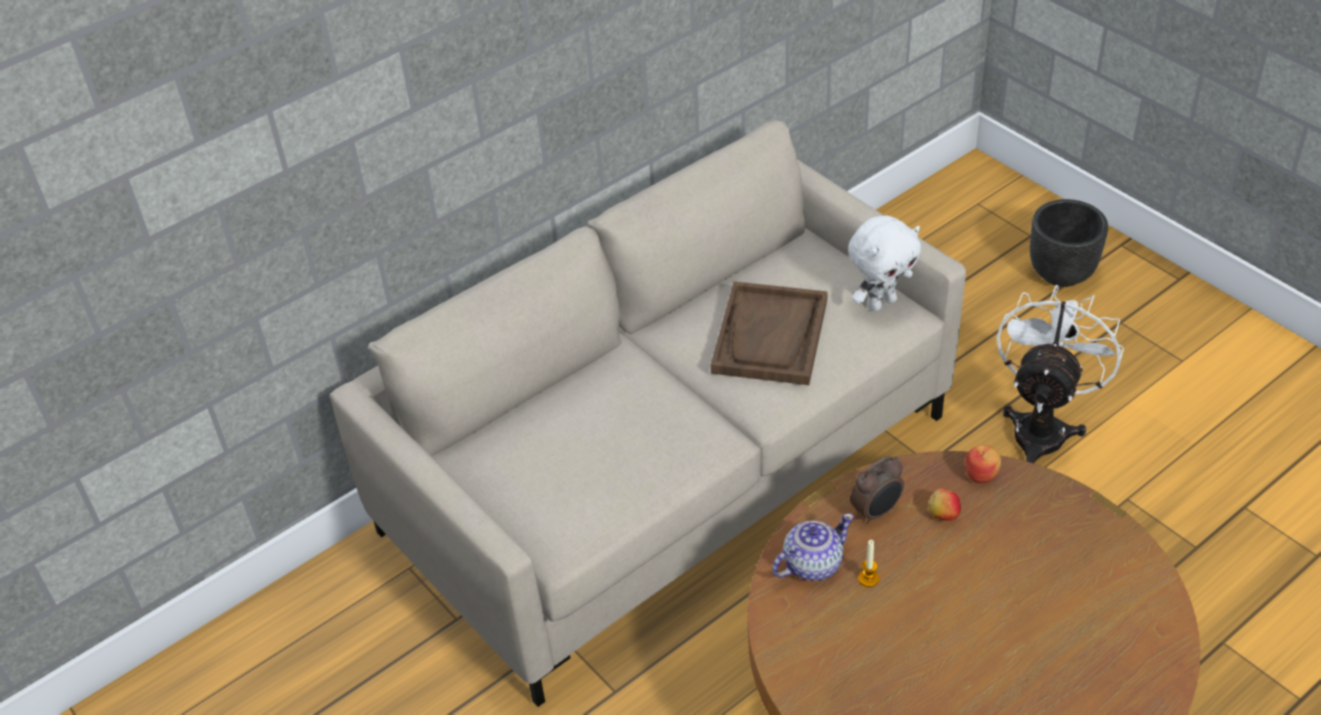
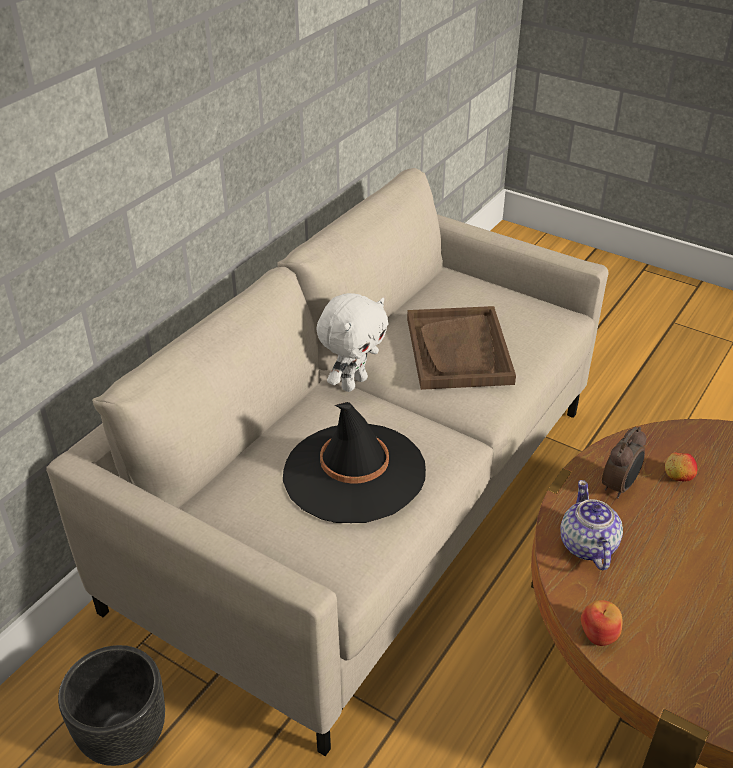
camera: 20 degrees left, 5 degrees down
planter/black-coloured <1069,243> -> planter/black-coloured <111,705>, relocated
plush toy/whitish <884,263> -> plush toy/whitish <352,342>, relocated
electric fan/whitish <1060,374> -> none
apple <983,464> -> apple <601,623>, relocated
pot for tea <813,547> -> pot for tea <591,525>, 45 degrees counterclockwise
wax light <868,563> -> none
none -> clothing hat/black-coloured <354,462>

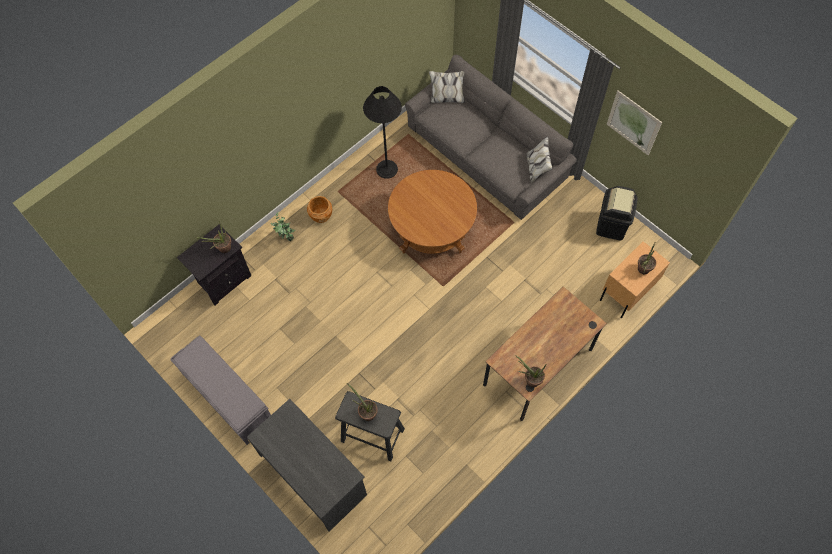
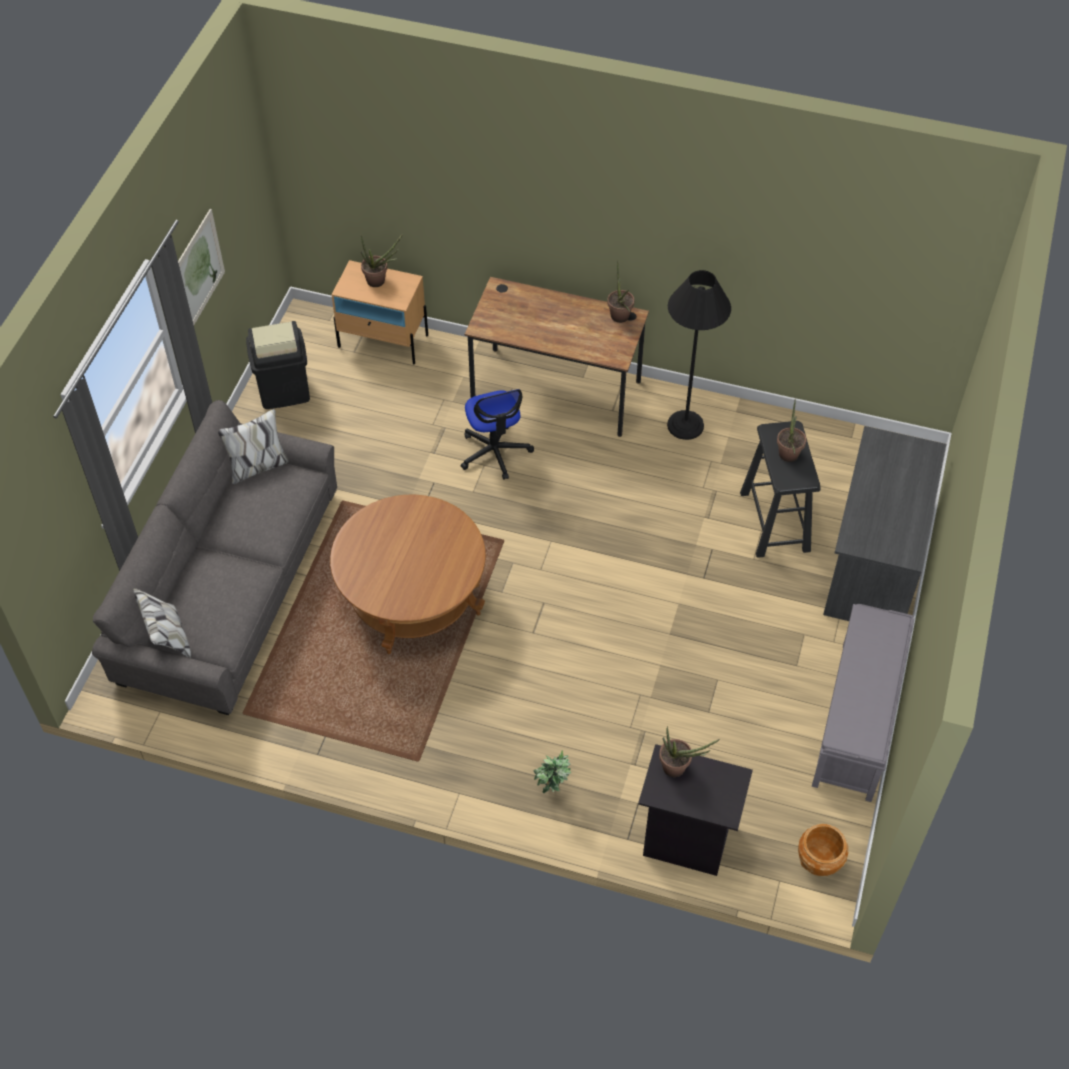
camera: 120 degrees left, 10 degrees down
standard lamp/black-coloured <382,132> -> standard lamp/black-coloured <699,355>, relocated
planter/brownish <320,209> -> planter/brownish <823,850>, relocated
none -> desk chair <497,434>

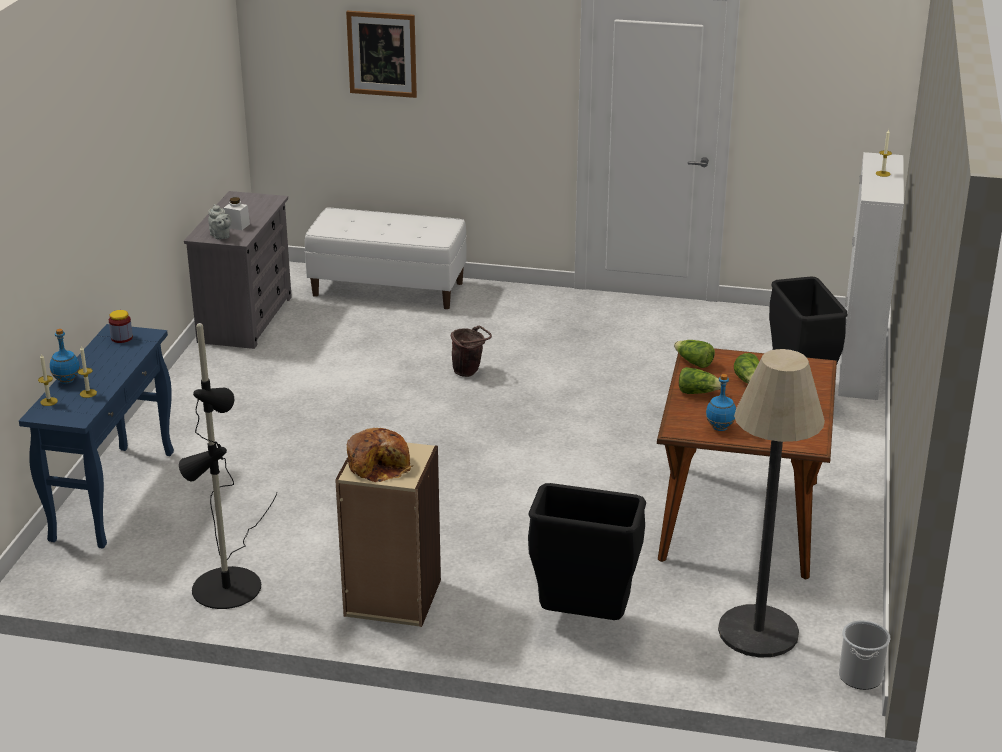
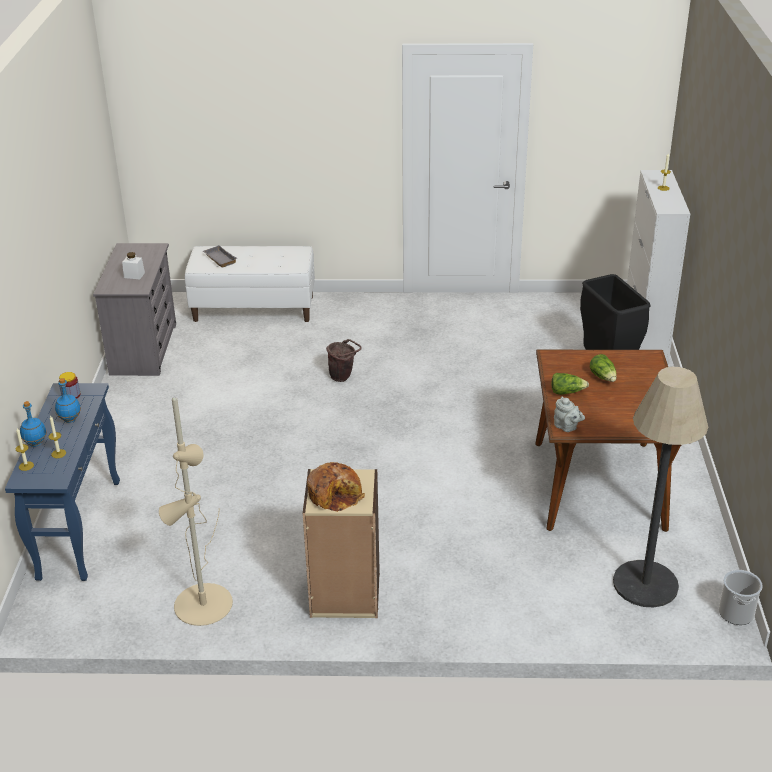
camera: 10 degrees left, 5 degrees up
picture <381,54> -> none
pot for tea/gray <220,221> -> pot for tea/gray <569,414>, relocated
standard lamp/black-coloured <228,466> -> standard lamp/sand-coloured <196,511>
lettuce head <694,354> -> none
bottle/blue-coloured <721,402> -> bottle/blue-coloured <68,400>, relocated
trash can/black-coloured <587,551> -> none
none -> serving tray/gray <220,256>

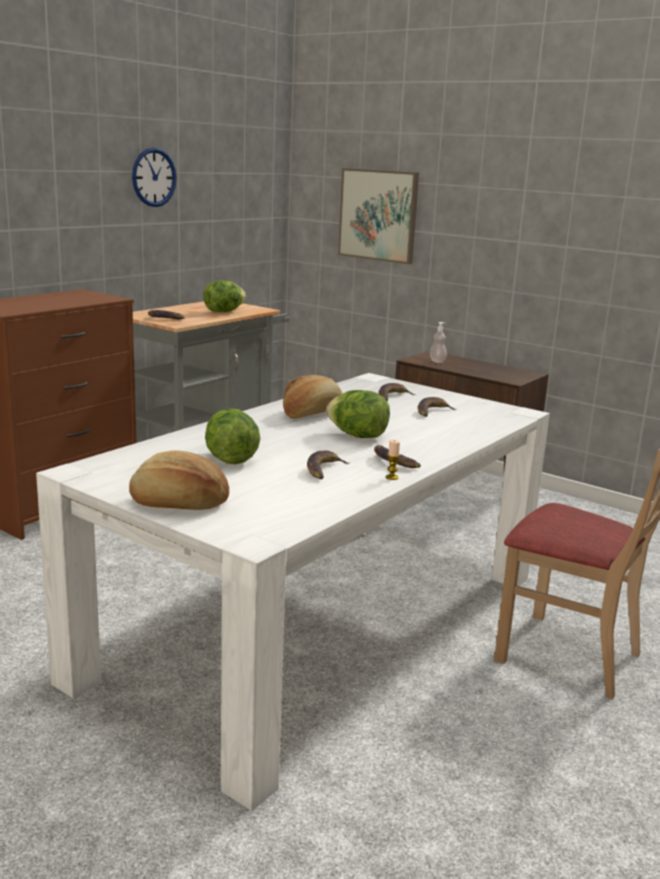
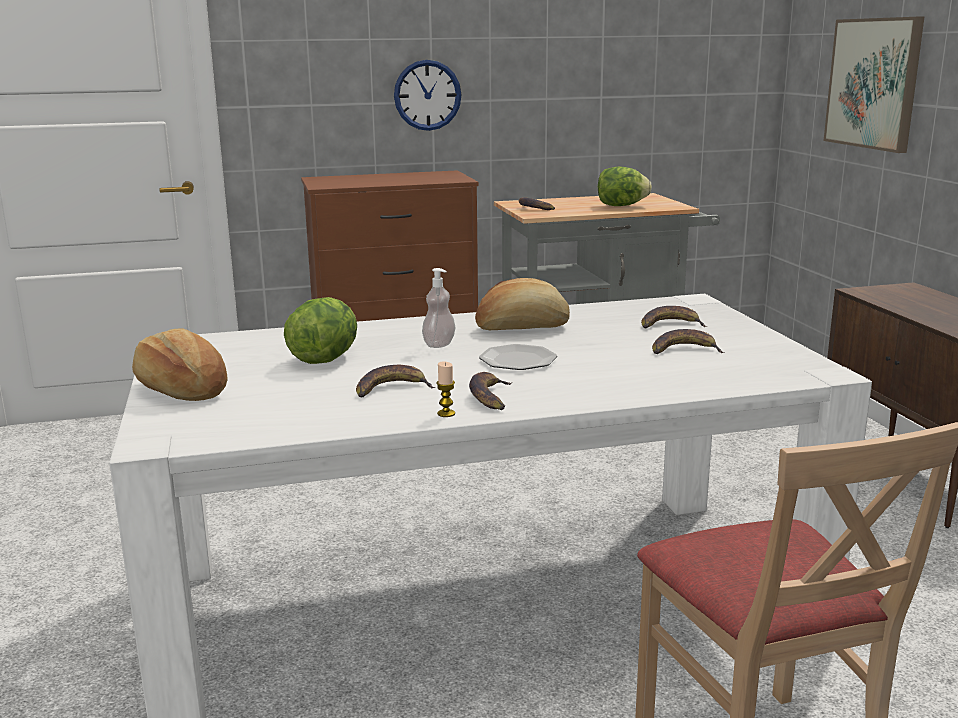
camera: 40 degrees right, 0 degrees up
clock on the wall <154,177> -> clock on the wall <428,95>, relocated
soap bottle <438,342> -> soap bottle <439,308>, relocated
lettuce head <358,414> -> flat dish <518,357>

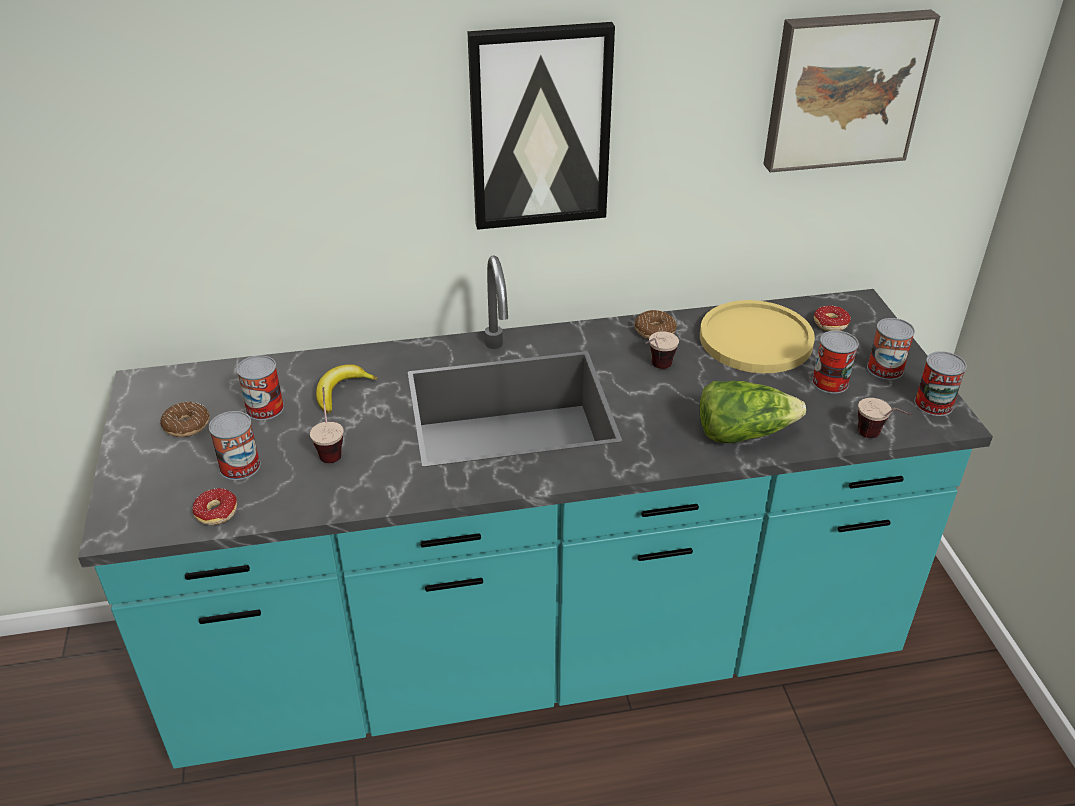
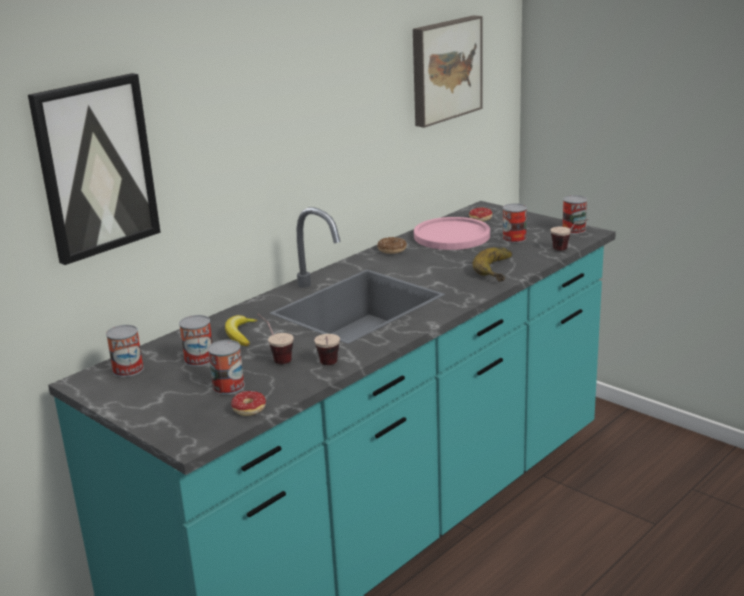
camera: 35 degrees left, 15 degrees down
picture <541,126> -> picture <94,169>, relocated
flat dish/yellowish <757,336> -> flat dish/pink <452,233>
sealed can <891,349> -> sealed can <125,351>, relocated
cup <662,350> -> cup <327,349>, relocated
lettuce head <752,412> -> banana <492,264>
doughnut <185,419> -> none

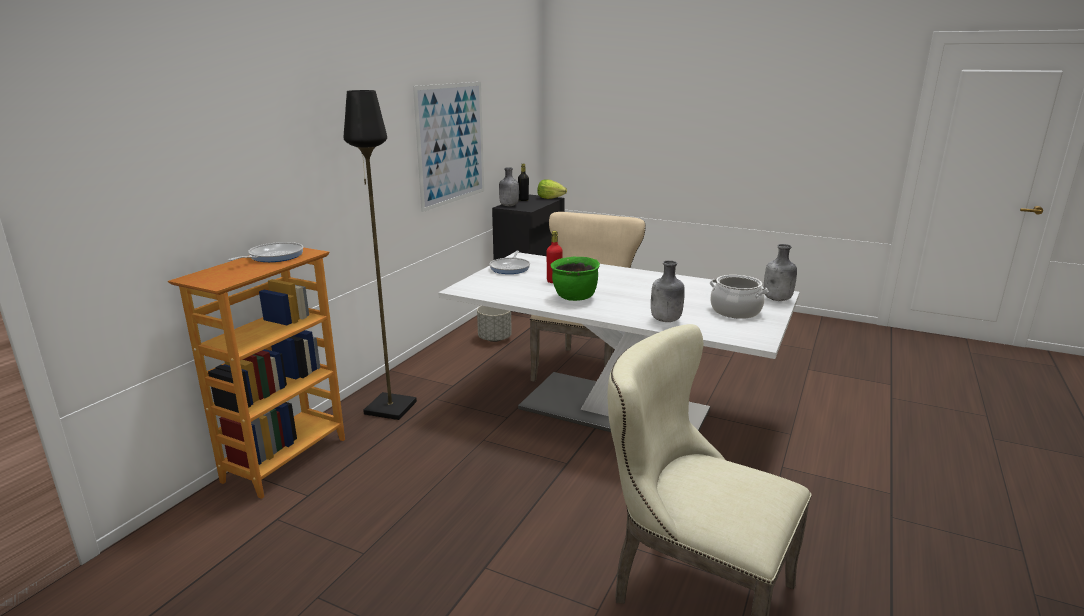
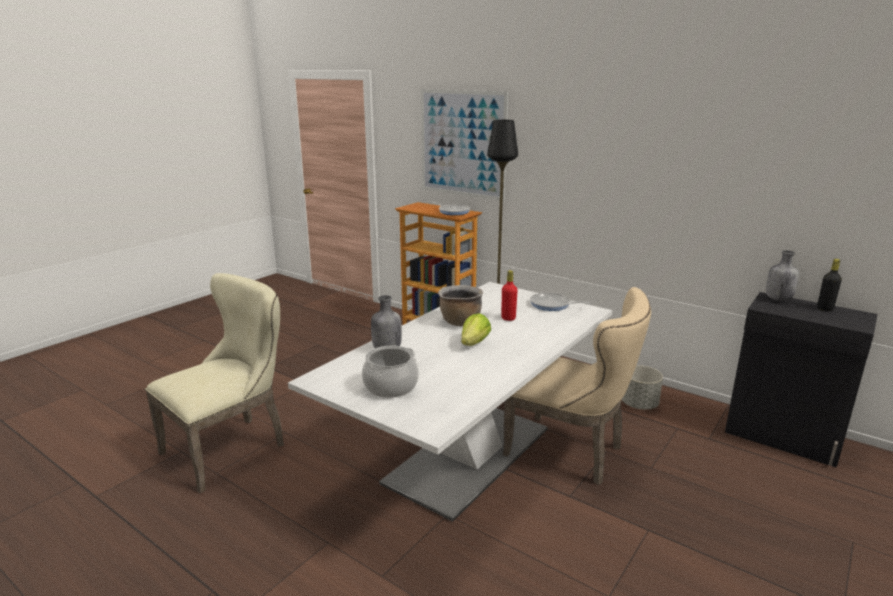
camera: 100 degrees right, 0 degrees up
picture <448,147> -> picture <464,145>, relocated
lettuce head <552,189> -> lettuce head <476,329>, relocated
bottle/gray <780,272> -> none
stockpot/green-coloured <575,279> -> stockpot/brownish <460,305>

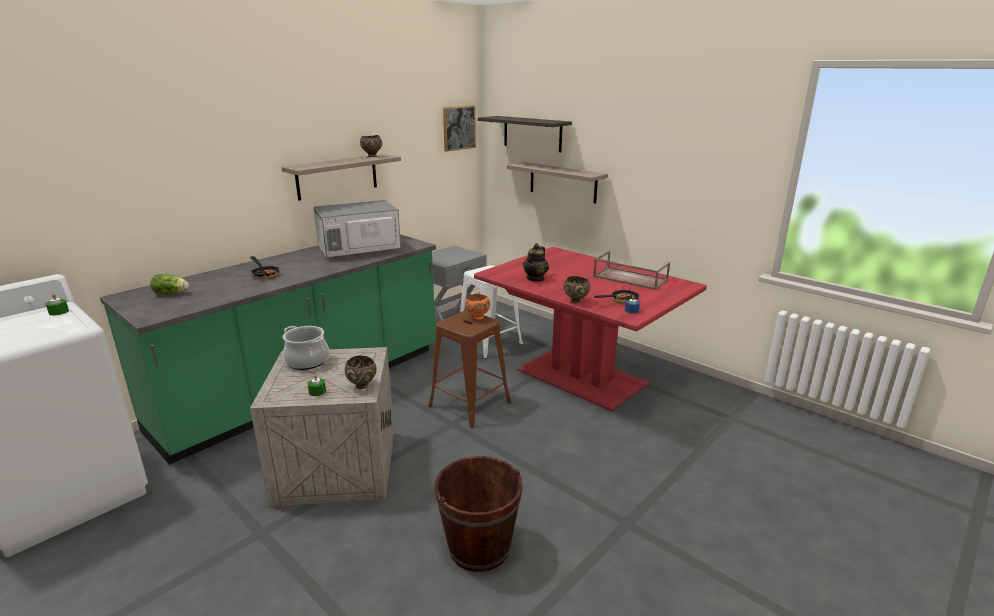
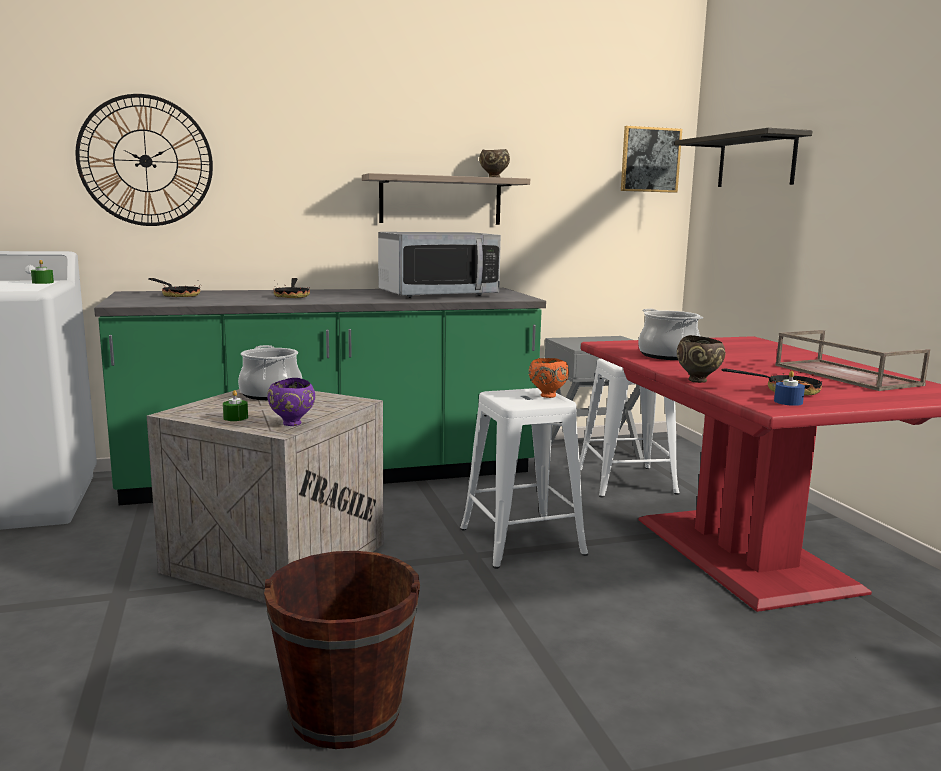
camera: 30 degrees right, 10 degrees down
shelf <557,183> -> none
kitchen microwave <357,229> -> kitchen microwave <439,265>, 150 degrees clockwise
pot for tea <536,262> -> stockpot <670,334>
lettuce head <169,284> -> pan <174,287>
stool/brownish <469,369> -> stool/whitish <524,478>
deep dish/brownish <361,372> -> deep dish/purplish <291,402>
none -> clock on the wall <144,160>

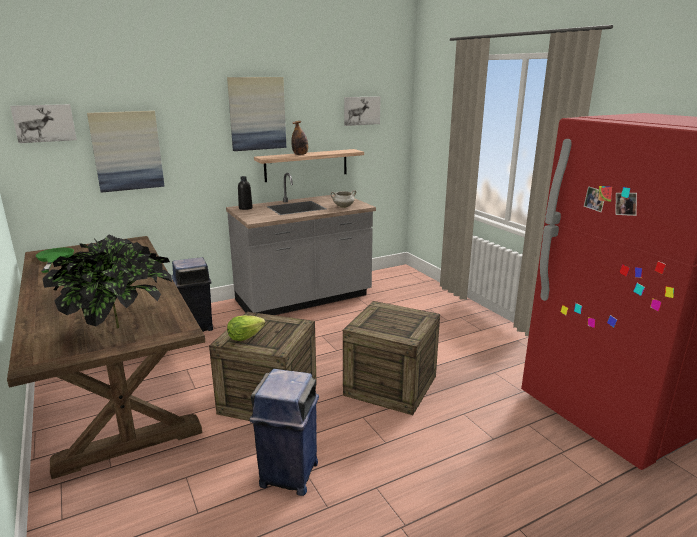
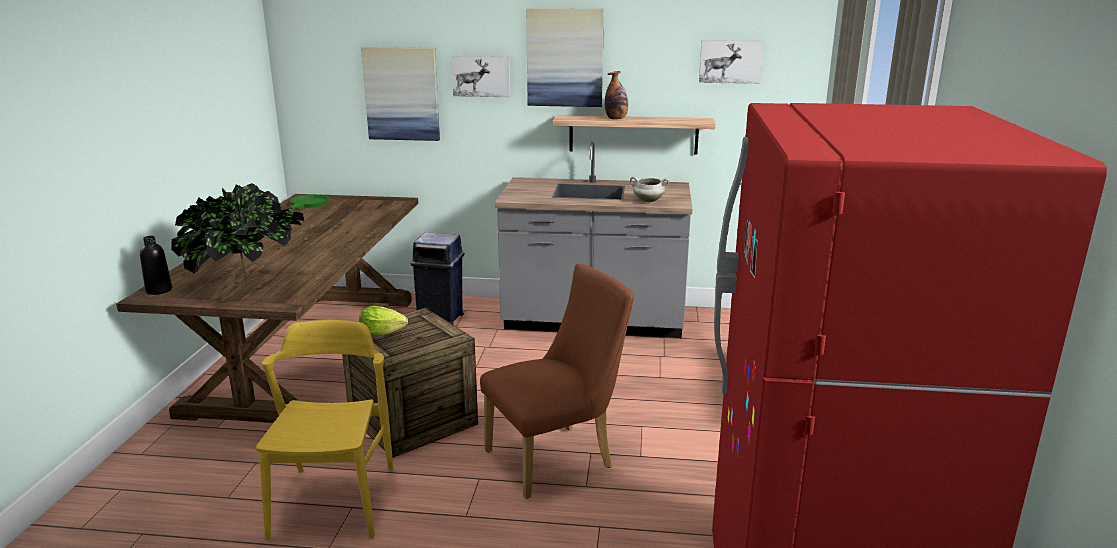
camera: 35 degrees right, 0 degrees up
picture <43,123> -> picture <481,76>, relocated
bottle/black-coloured <245,193> -> bottle/black-coloured <156,265>, relocated
shipping crate <391,358> -> chair/brownish <557,381>
trash can/blue-coloured <284,432> -> chair/yellowish <324,430>

